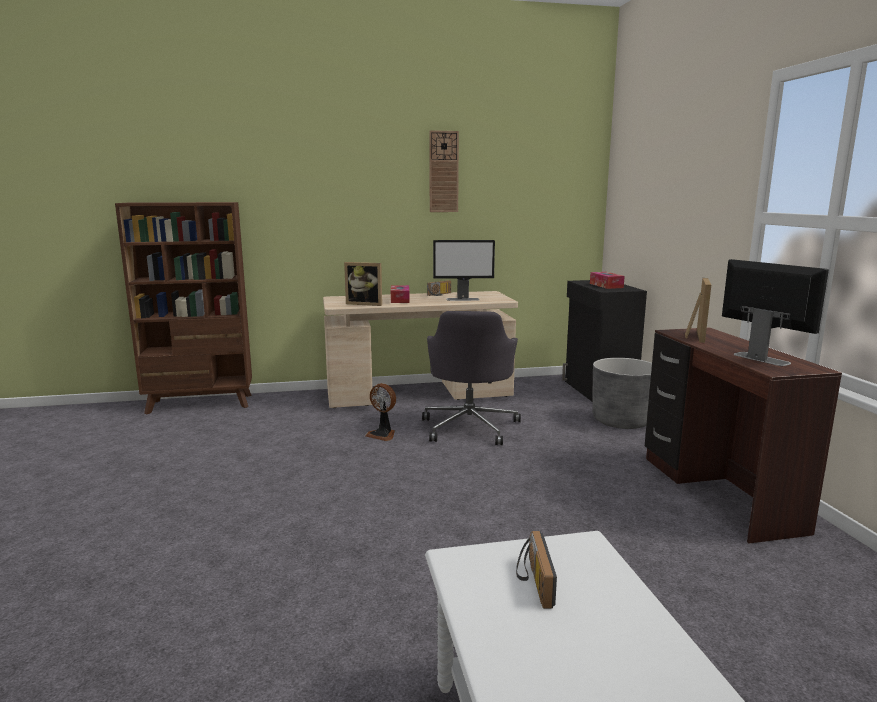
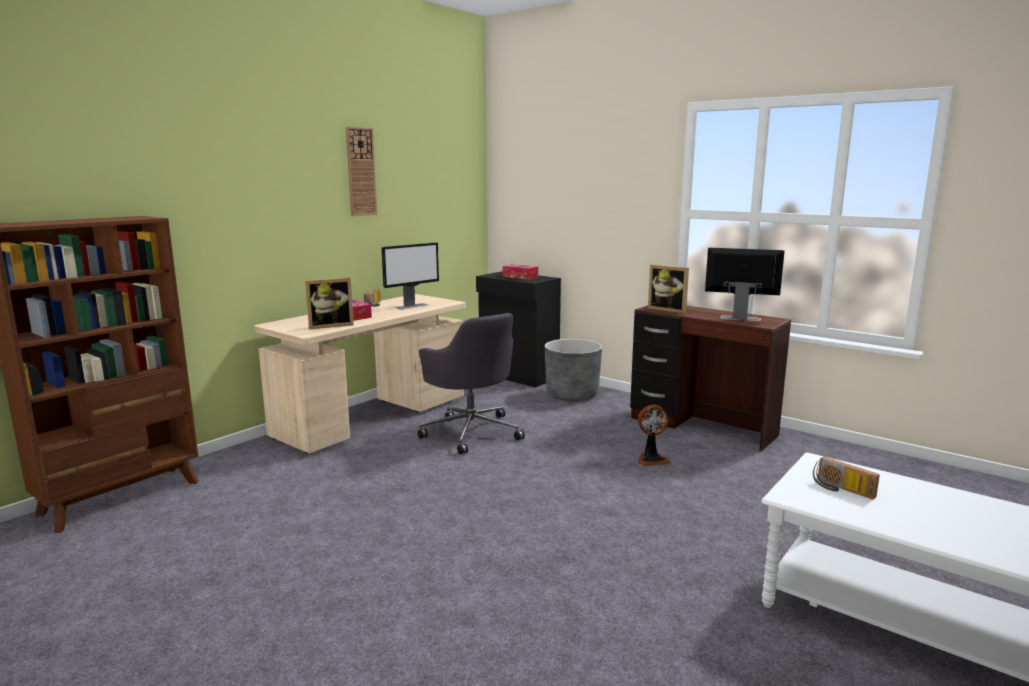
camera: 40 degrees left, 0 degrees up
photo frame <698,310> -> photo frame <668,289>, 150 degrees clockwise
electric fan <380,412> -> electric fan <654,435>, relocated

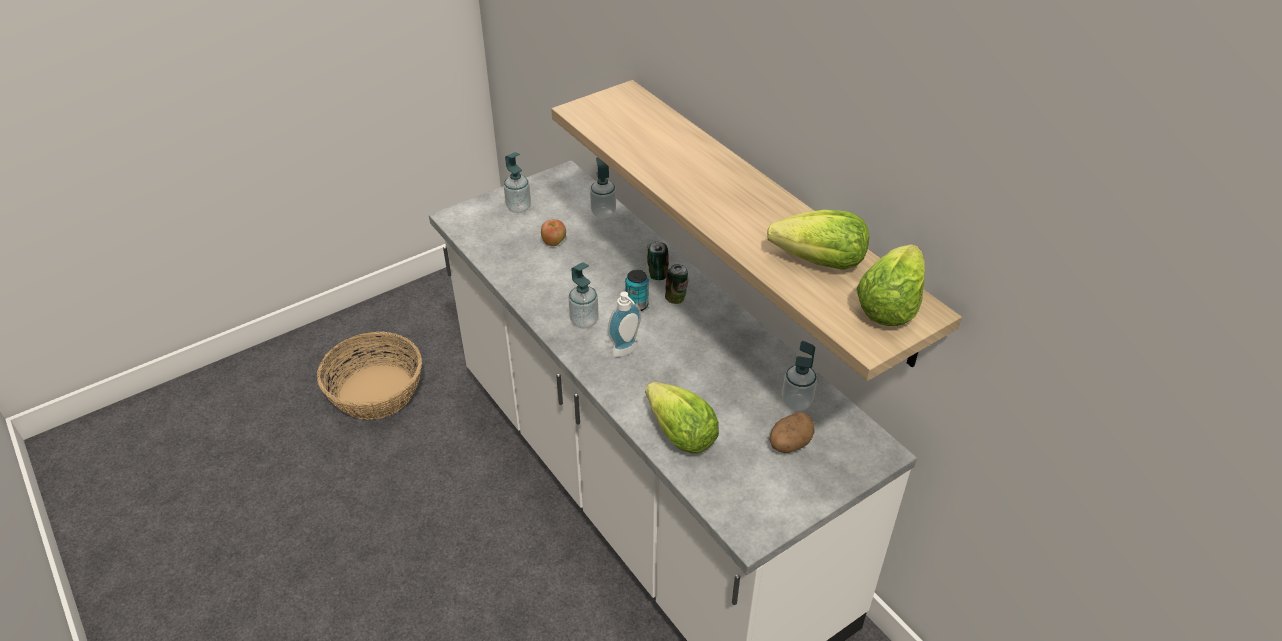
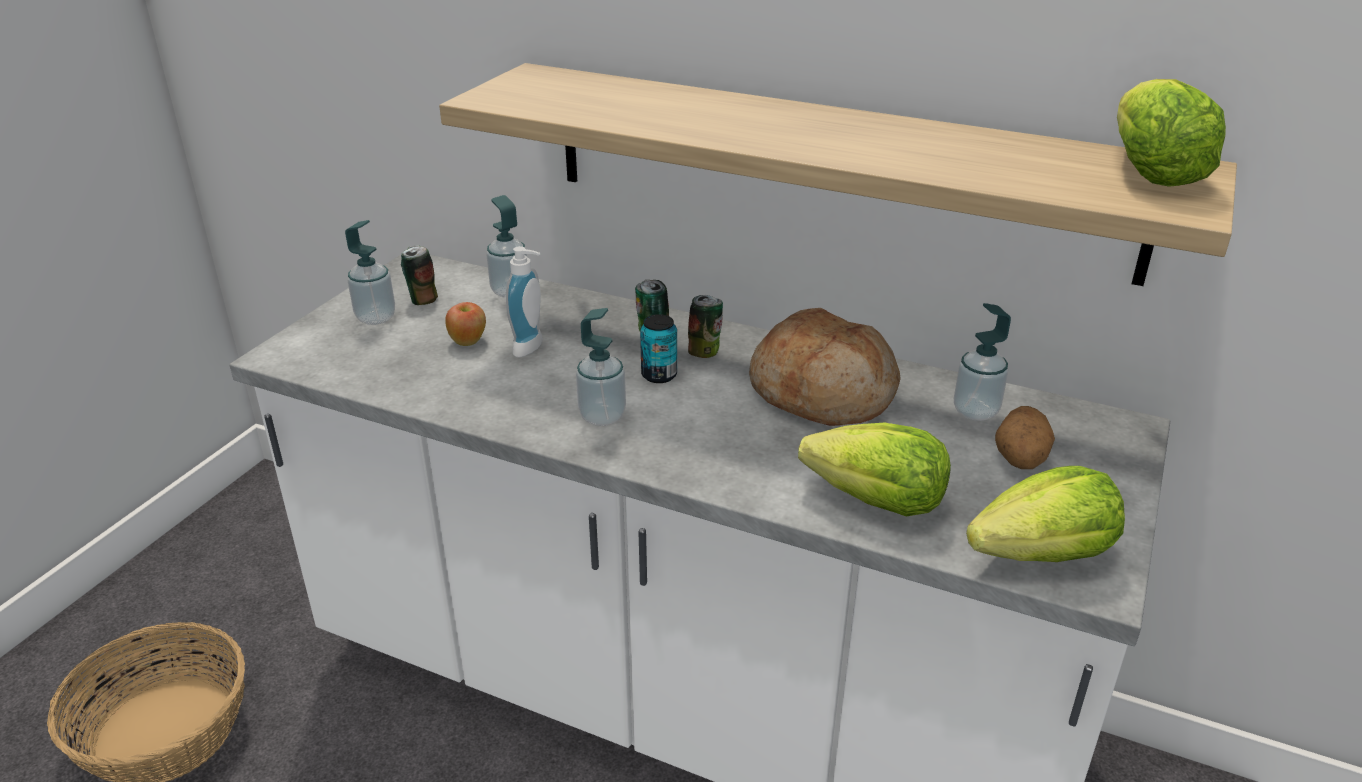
camera: 30 degrees left, 10 degrees down
lettuce head <818,240> -> lettuce head <1045,514>, relocated
soap bottle <624,324> -> soap bottle <524,301>, relocated
none -> sealed can <419,275>
none -> bread <825,367>

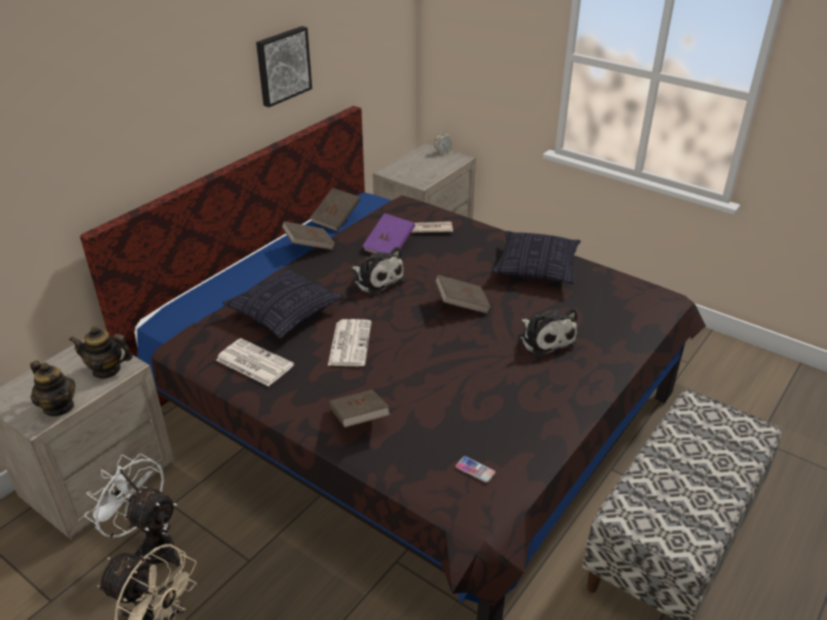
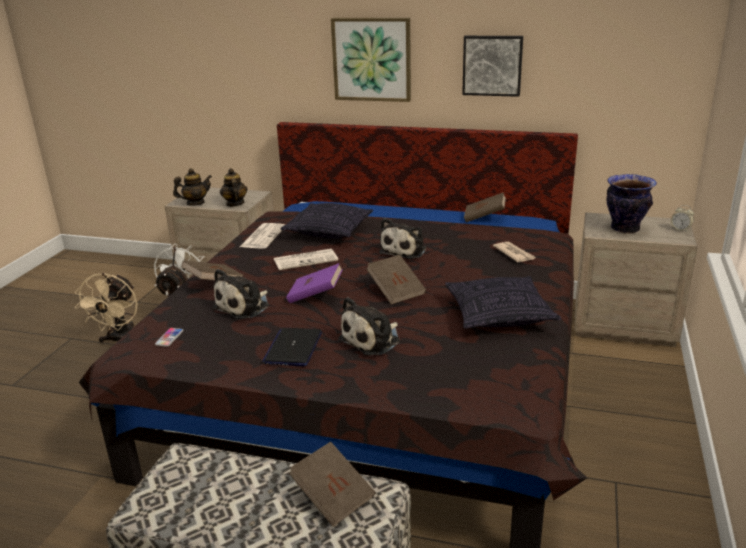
camera: 70 degrees right, 10 degrees down
volume/purplish <389,233> -> volume/purplish <314,283>, relocated
volume/brownish <308,235> -> volume/brownish <332,484>, relocated
pot for tea <52,388> -> pot for tea <192,187>, 135 degrees counterclockwise
none -> picture <371,60>
none -> flower vase <632,204>
none -> plush toy <240,294>
none -> notebook computer <292,347>

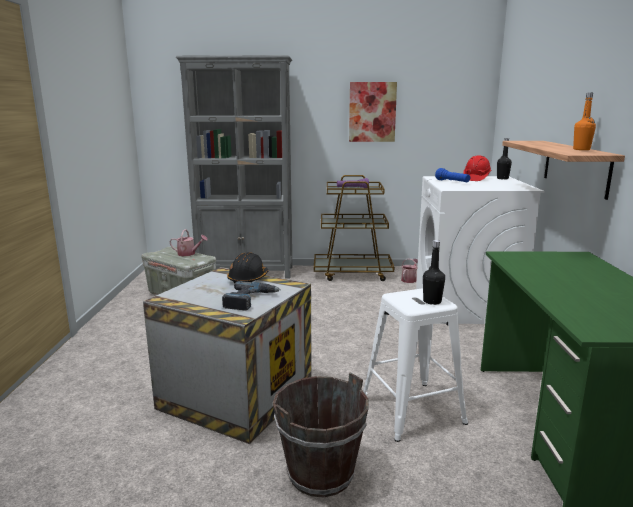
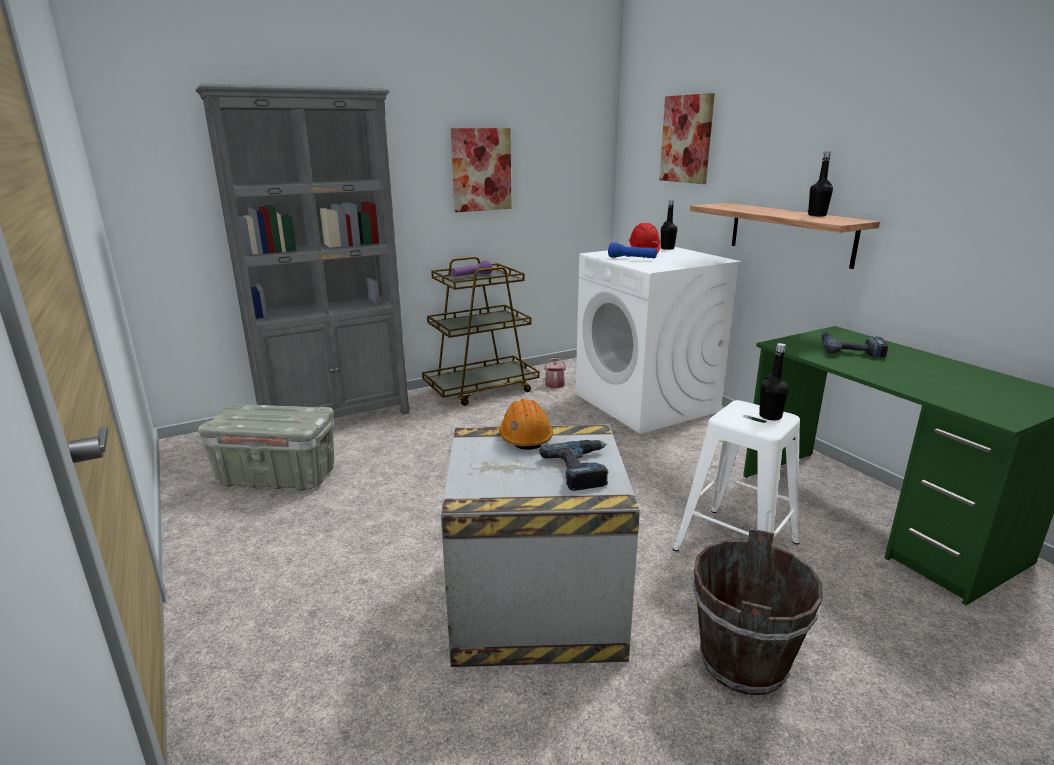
camera: 30 degrees left, 5 degrees up
bottle/orange <584,121> -> bottle/black-coloured <820,184>
watering pot <189,242> -> none
hard hat/black-coloured <248,267> -> hard hat/orange <526,424>
none -> picture <687,138>
none -> electric drill <854,345>

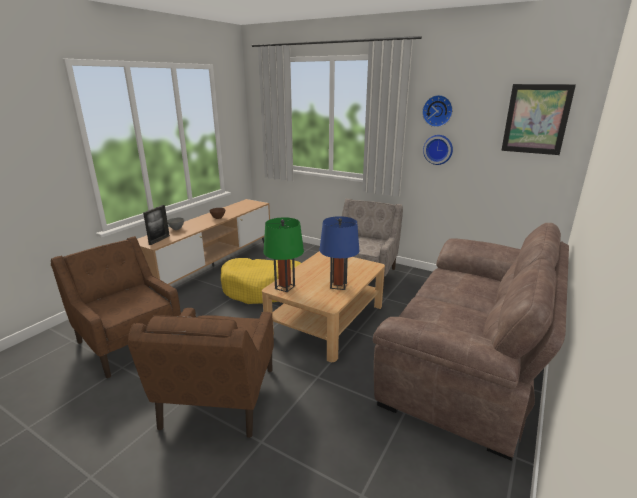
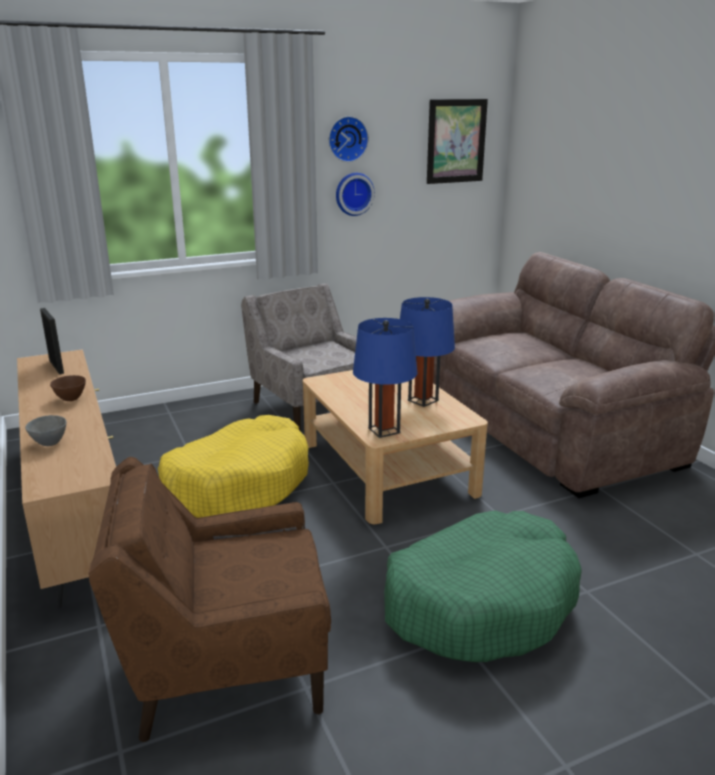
camera: 55 degrees left, 0 degrees up
photo frame <156,225> -> photo frame <52,341>, relocated
tabletop lamp/green-coloured <283,254> -> tabletop lamp/blue-coloured <385,378>
lounge chair/brownish <201,373> -> dog bed/green-coloured <483,586>

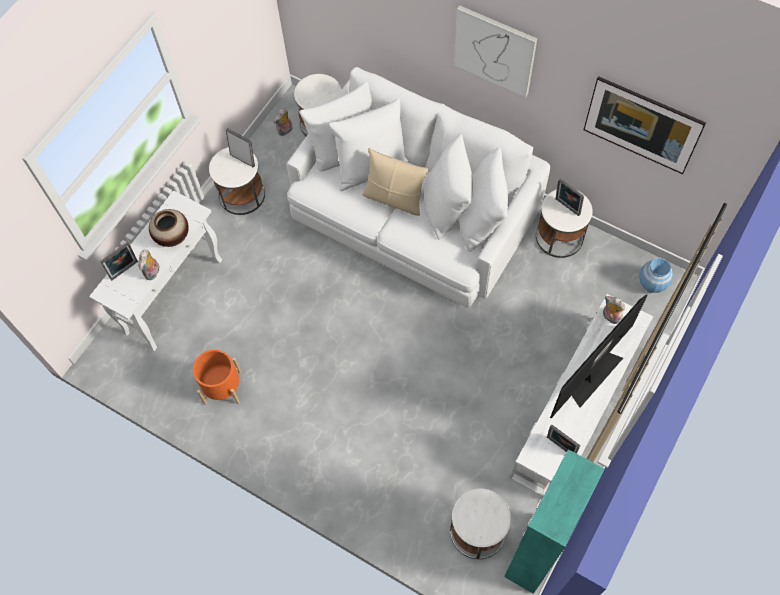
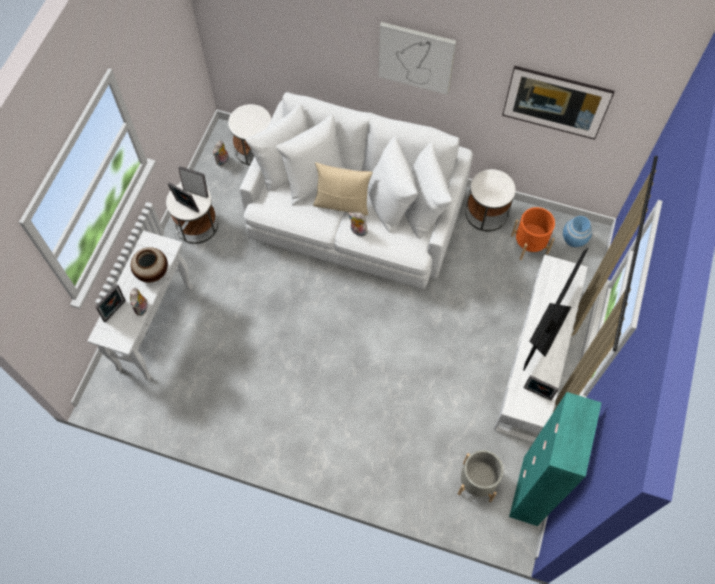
camera: 15 degrees left, 0 degrees up
photo frame <570,197> -> photo frame <183,198>, relocated
plush toy <614,310> -> plush toy <358,224>, relocated
planter/orange <217,377> -> planter/orange <533,233>, relocated
accent table/whitish <480,524> -> planter/gray <480,476>

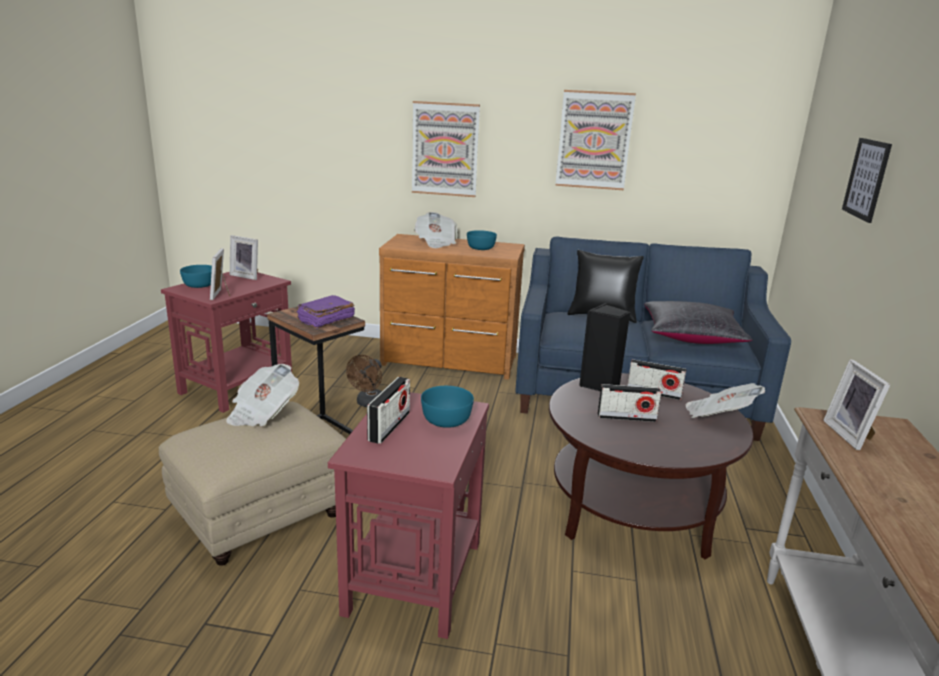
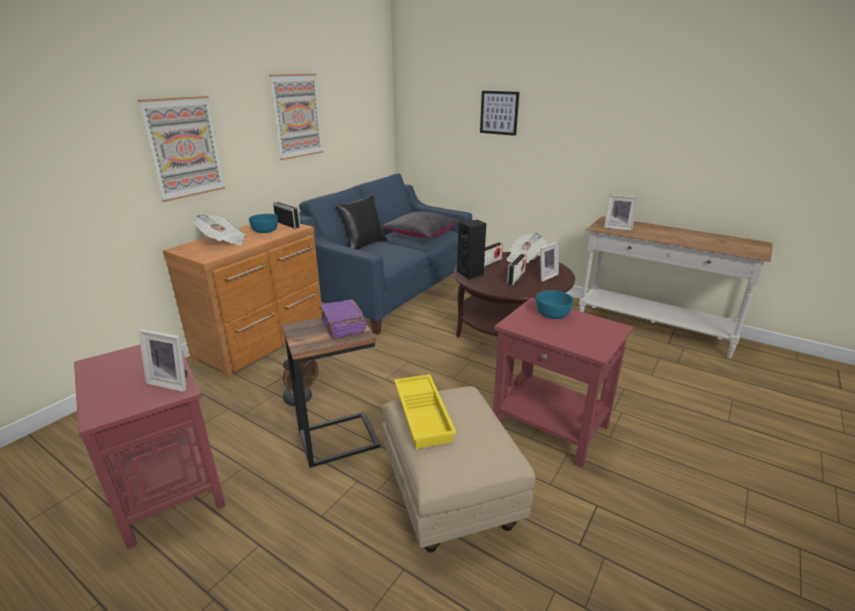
camera: 65 degrees left, 5 degrees up
photo frame <244,257> -> photo frame <549,262>, relocated
deep dish/turquoise <196,276> -> none
newspaper <262,395> -> serving tray/yellowish <425,411>
radio <388,410> -> radio <287,215>, relocated

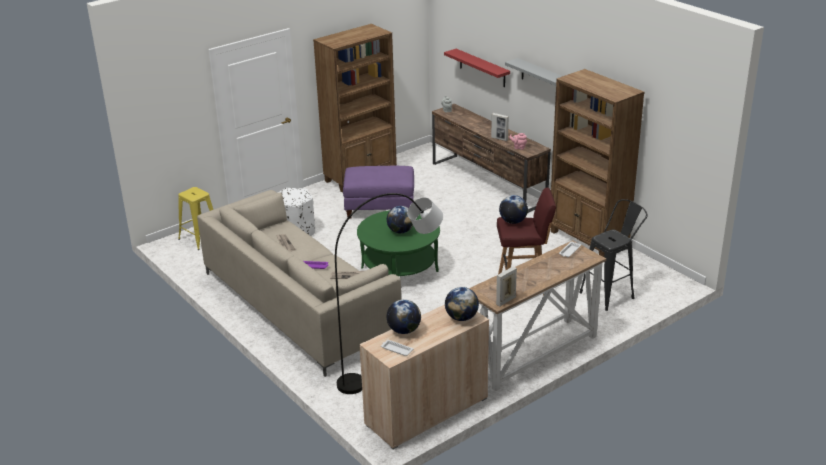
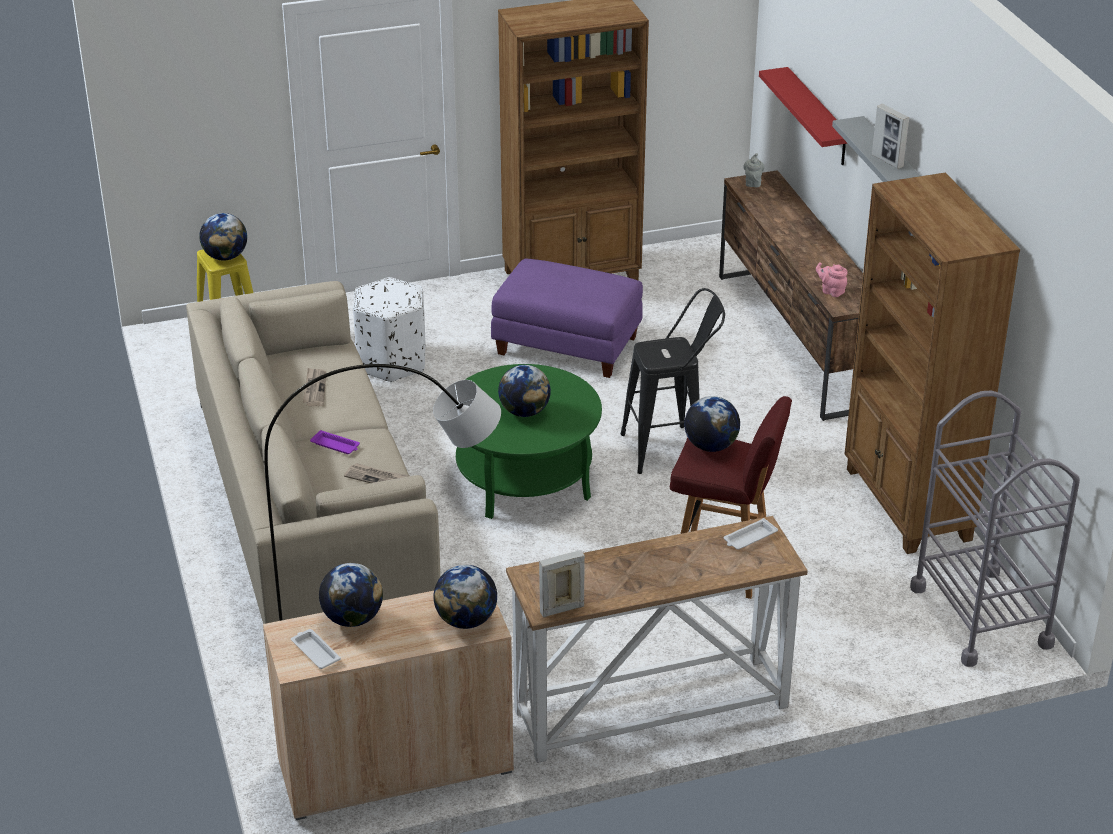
camera: 20 degrees right, 5 degrees up
photo frame <500,127> -> photo frame <890,136>, relocated
stool/black-coloured <613,255> -> stool/black-coloured <673,381>, relocated
none -> globe <223,237>
none -> trolley/gray <995,529>

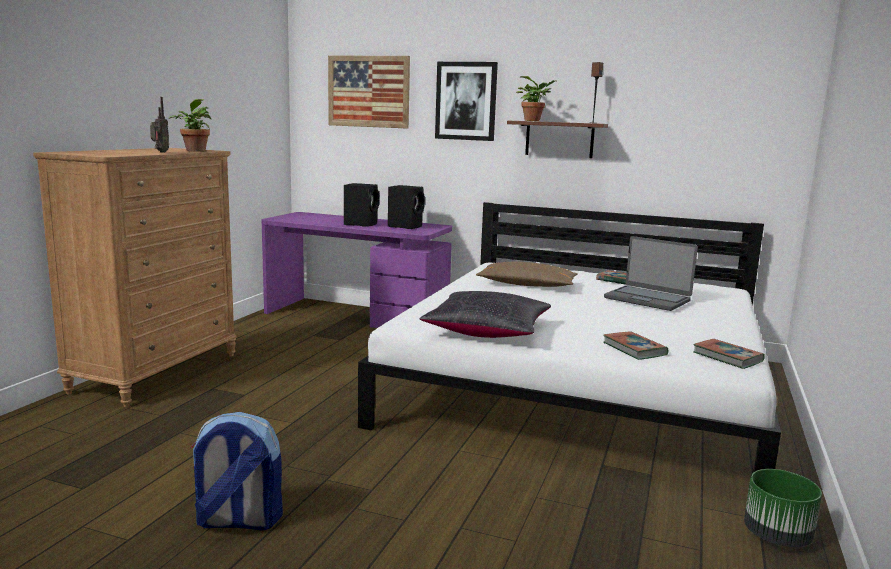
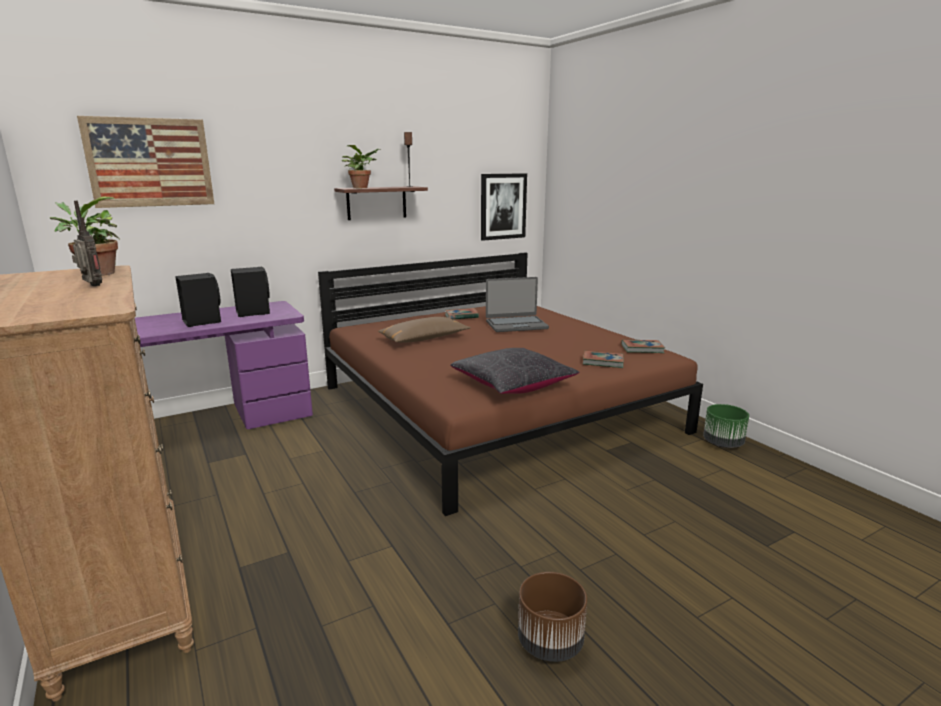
camera: 50 degrees left, 5 degrees up
picture <466,101> -> picture <504,207>, relocated
bedroom bed/whitish <569,337> -> bedroom bed/brownish <510,384>
knapsack <237,471> -> planter/brownish <552,617>

